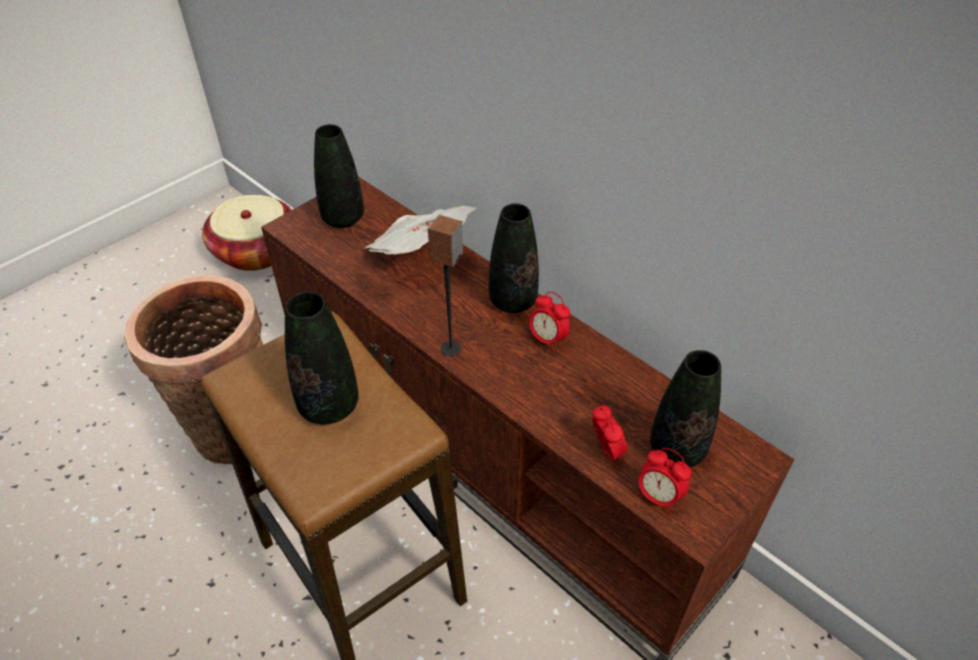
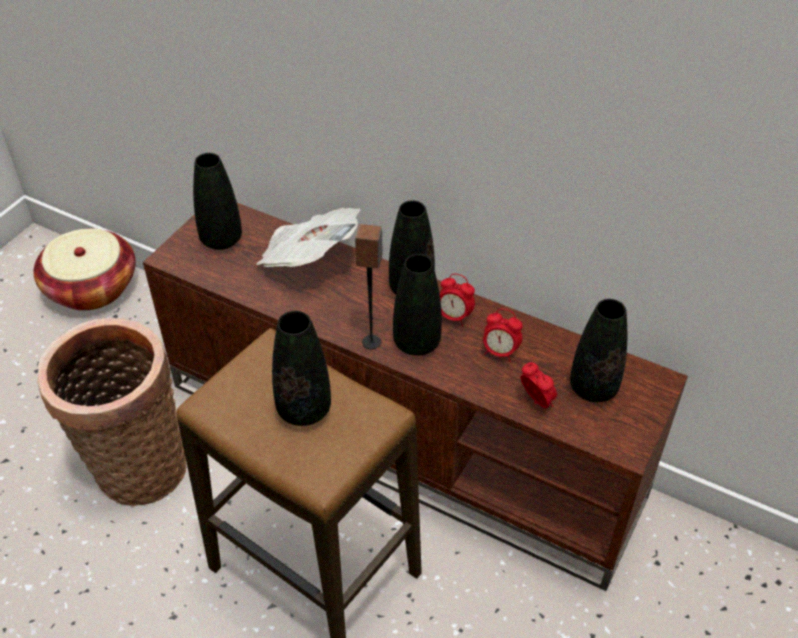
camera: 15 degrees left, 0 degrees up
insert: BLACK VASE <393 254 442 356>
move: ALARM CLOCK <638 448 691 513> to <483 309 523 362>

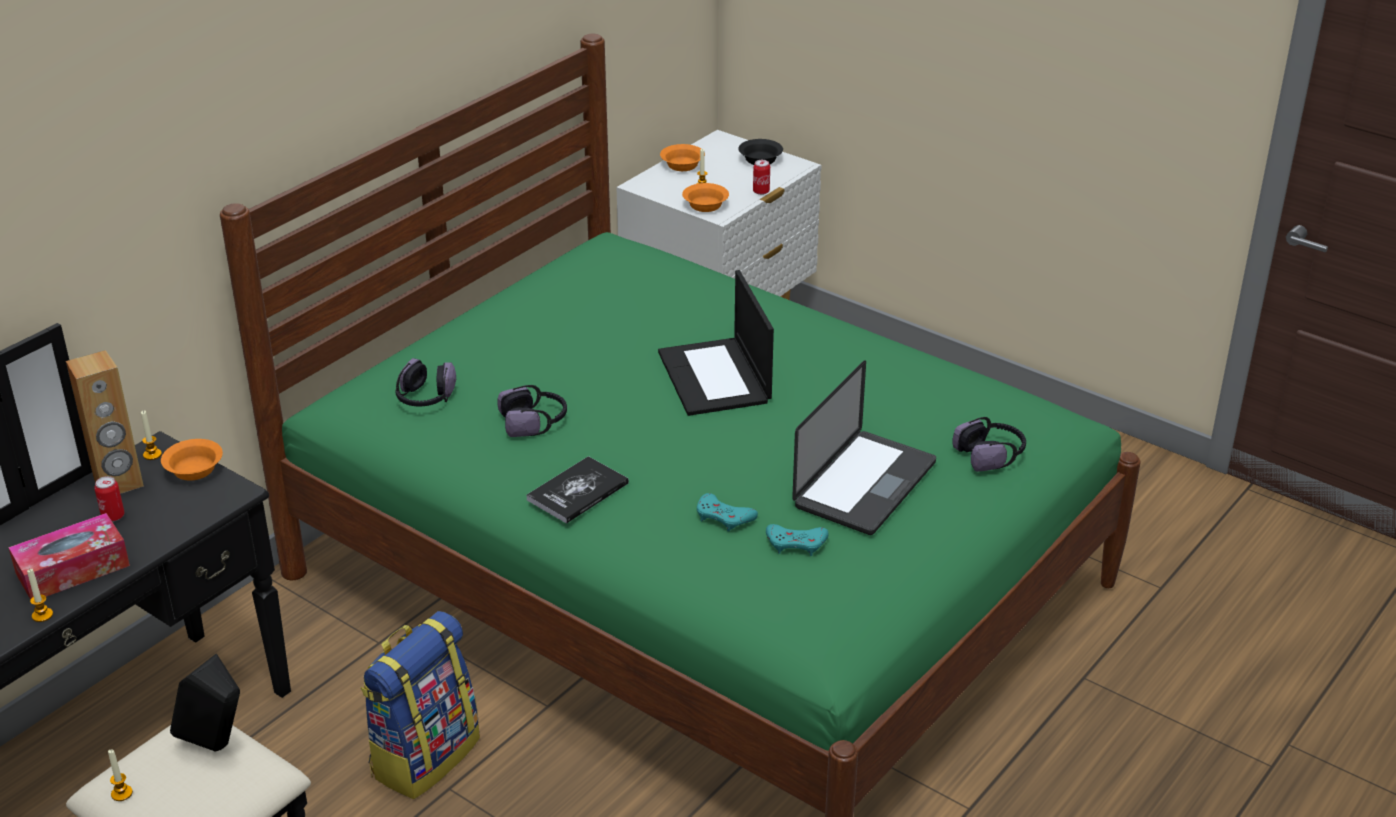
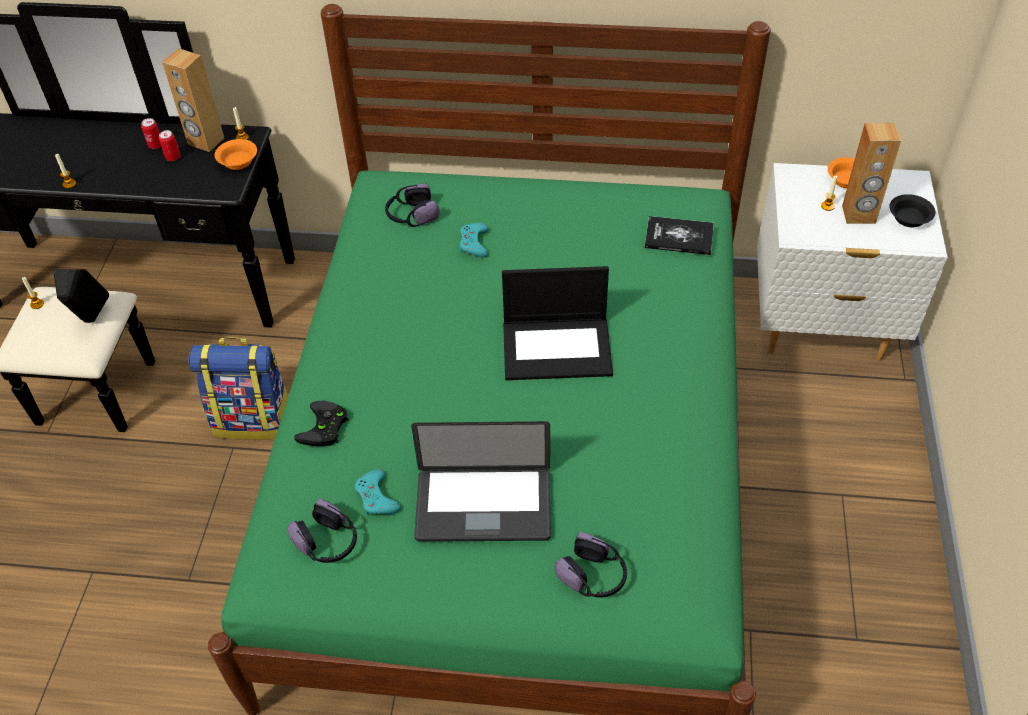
camera: 60 degrees right, 15 degrees up
delete: TISSUE BOX <8 513 130 600>; ORANGE BOWL <682 183 729 212>
insert: BLACK GAME CONTROLLER <294 401 349 446>; BROWN SPEAKER <842 123 901 224>
move: HEADPHONES <497 385 567 437> to <288 498 357 563>; BOOK <526 456 629 524> to <645 216 714 255>; TURQUOISE GAME CONTROLLER <697 493 758 532> to <460 223 489 258>; CAN <753 160 770 195> to <141 118 161 149>
rotate: LAPTOP <658 270 774 416> = <502 266 613 380> 135 degrees counterclockwise

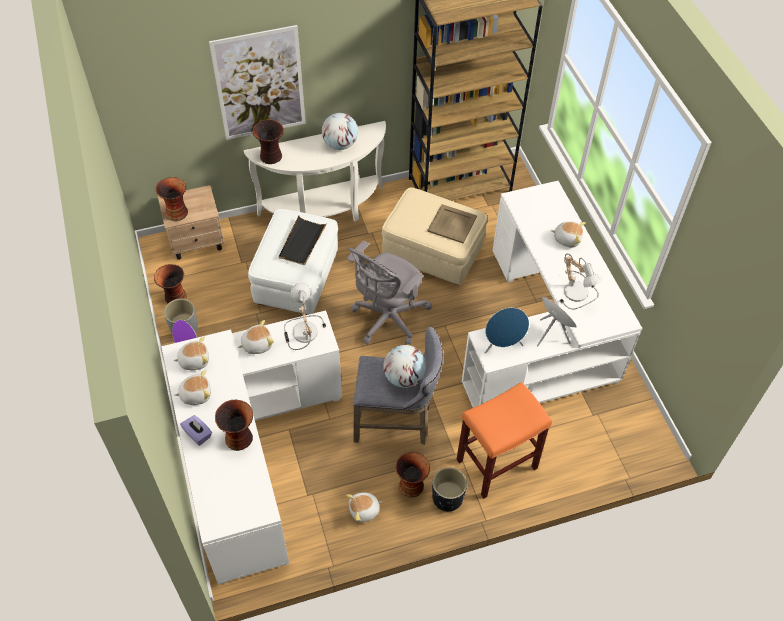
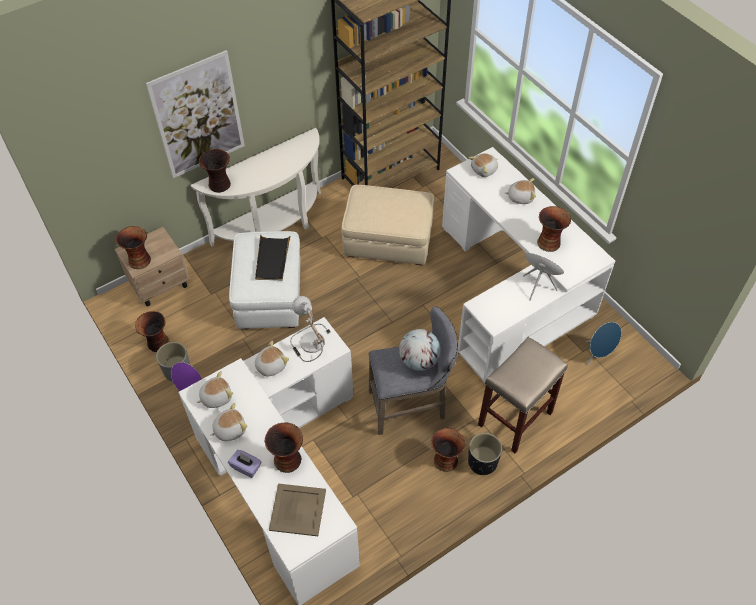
camera: 15 degrees left, 0 degrees up
delete: GLOBE <322 113 358 150>; GREY OFFICE CHAIR <347 241 432 345>
move: PLUSH TOY <346 492 383 523> to <469 153 498 177>; BEIGE TRAY <427 204 477 243> to <269 484 326 536>; BLUE SPEAKER <485 308 529 354> to <586 322 621 366>
replace: TABLE LAMP <559 253 603 309> to VASE <537 206 571 252>
recolor: ORANGE STOOL <456 382 552 498> to BEIGE STOOL <478 337 568 453>

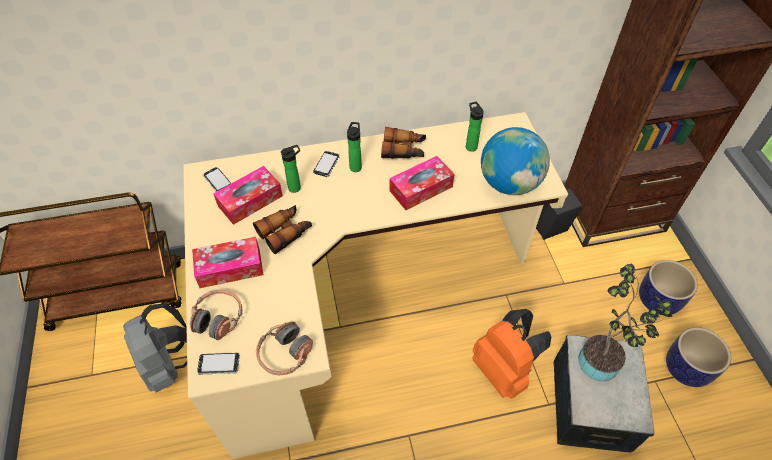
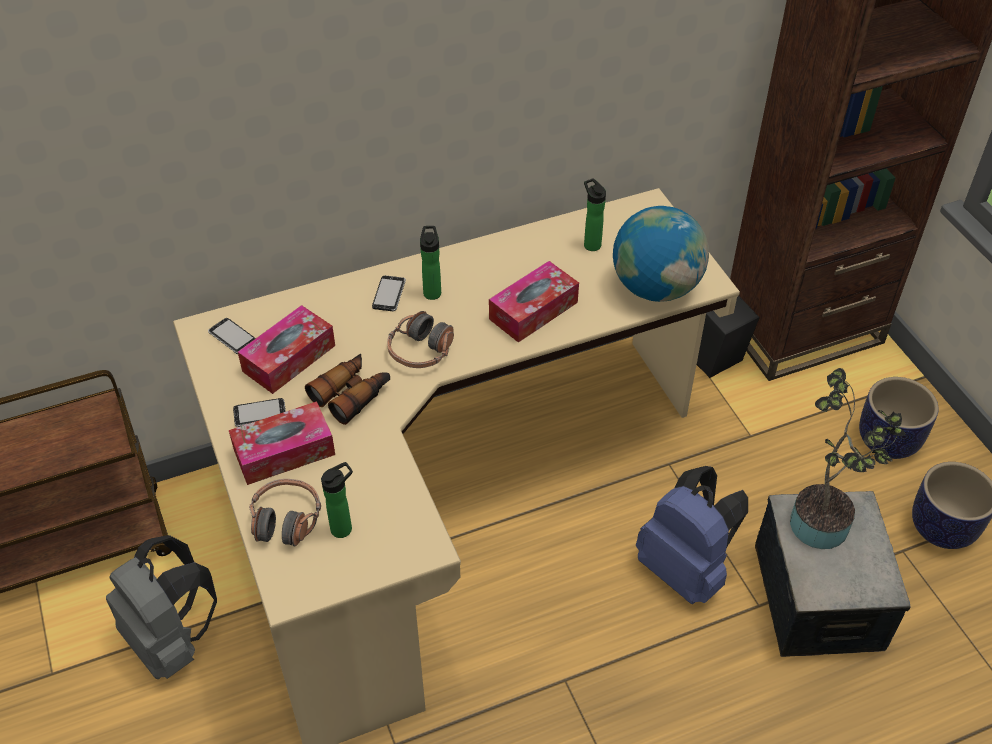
camera: 10 degrees left, 5 degrees down
delete: BINOCULARS <381 127 426 159>
move: PHONE <197 353 240 375> to <233 398 286 427>; HEADPHONES <256 321 313 375> to <387 311 454 368>; BOTTLE <281 145 301 193> to <321 462 353 538>
recolor: ORANGE BACKPACK <473 309 551 399> to BLUE BACKPACK <636 466 748 604>

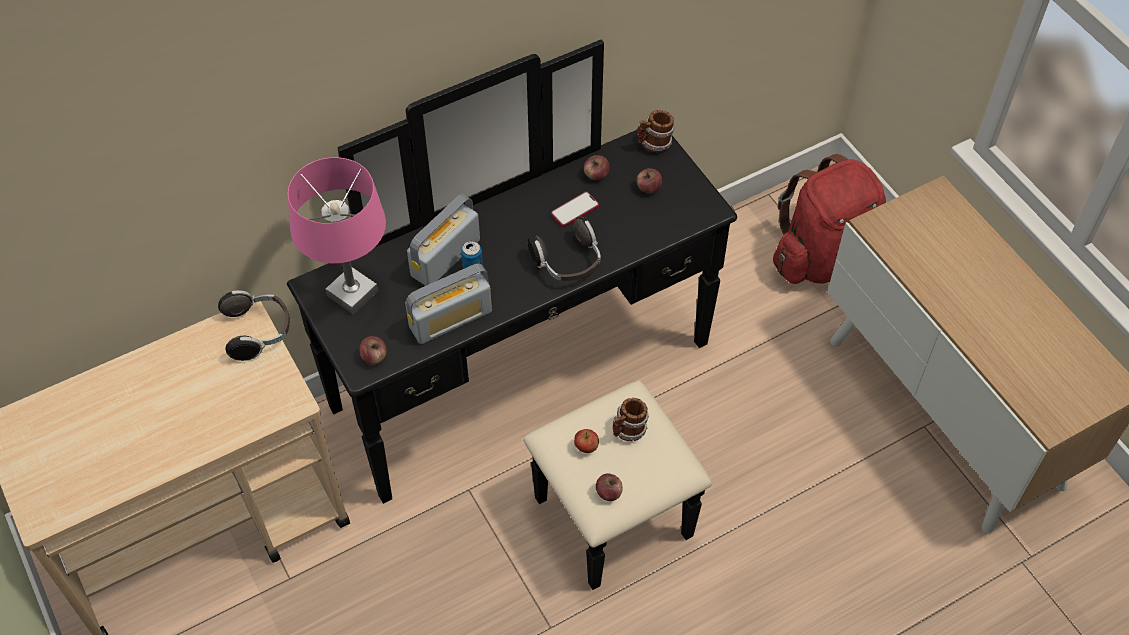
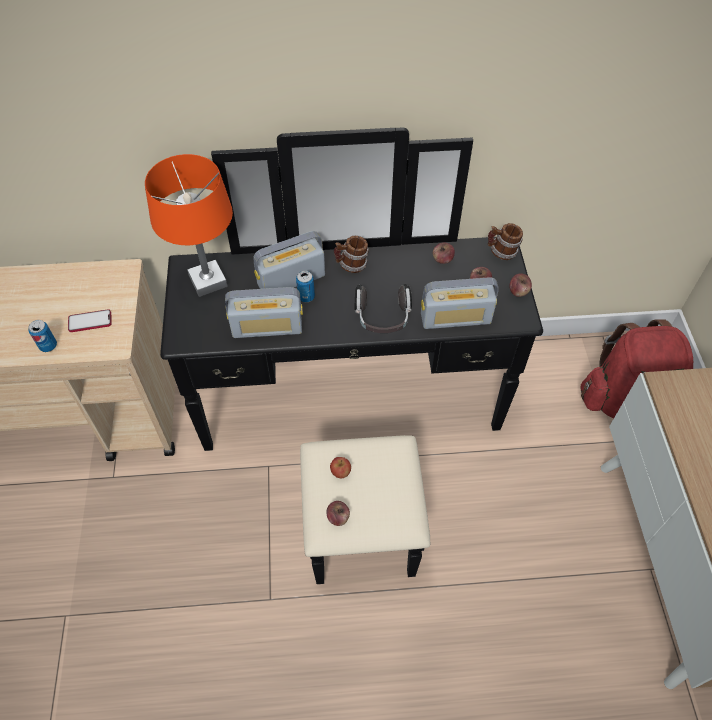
camera: 25 degrees right, 0 degrees up
delete: HEADPHONES <218 290 290 361>
insert: CAN <28 320 57 352>; RADIO <421 278 499 329>
move: APPLE <359 336 387 365> to <509 273 532 297>; PHONE <551 191 599 227> to <68 309 112 332>; MUG <612 398 649 441> to <334 236 369 273>
recolor: PINK TABLE LAMP <288 157 386 315> to ORANGE TABLE LAMP <145 154 233 297>

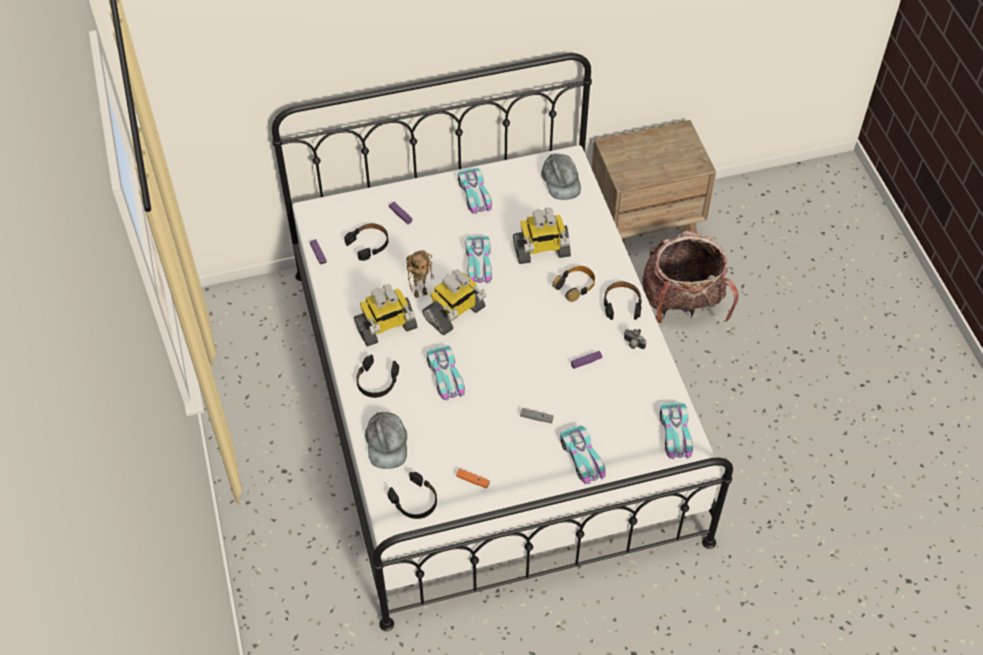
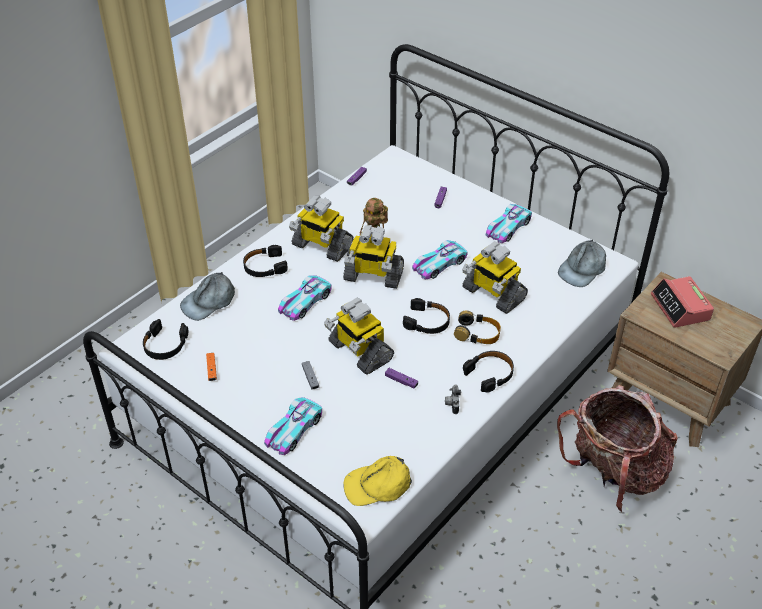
camera: 55 degrees right, 10 degrees down
insert: TOY ROBOT <324 298 394 375>; ALARM CLOCK <651 276 714 328>
move: BLACK HEADPHONES <344 224 388 261> to <403 298 450 334>
replace: TOY CAR <660 402 693 459> to YELLOW CAP <343 456 412 506>

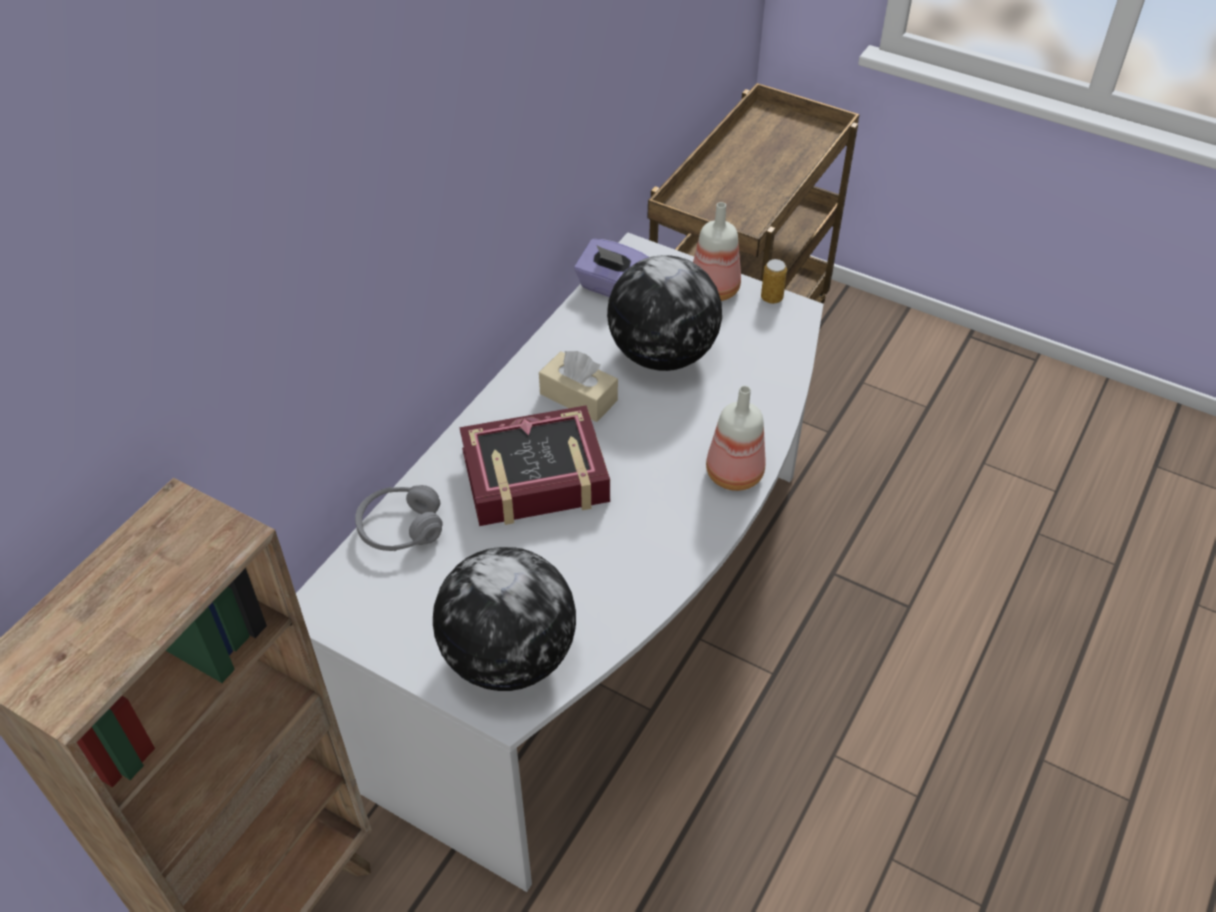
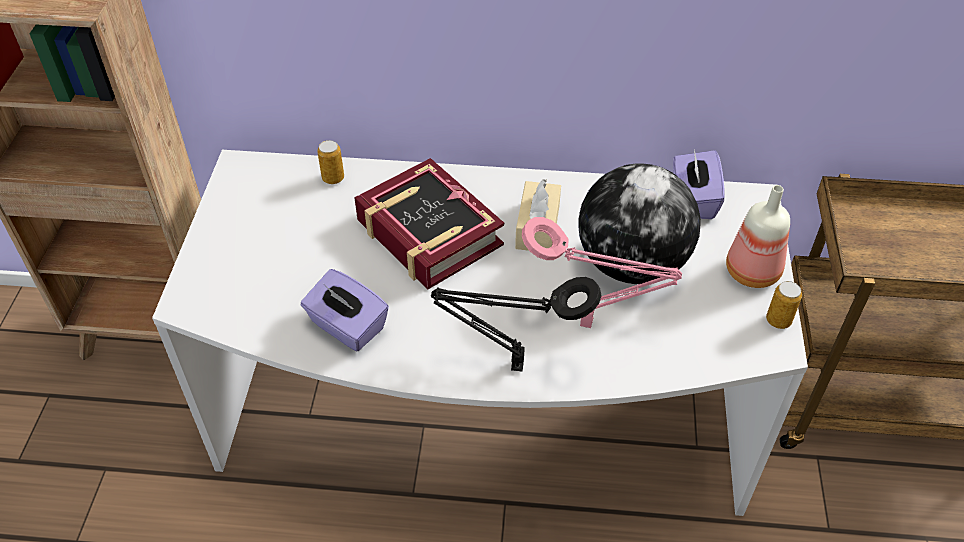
camera: 65 degrees right, 0 degrees up
delete: GLOBE <433 547 576 691>
insert: PURPLE TISSUE BOX <301 269 389 352>; PINK TABLE LAMP <522 217 682 328>
replace: GREY HEADPHONES <355 485 443 551> to CAN <317 140 344 184>; BOTTLE <706 386 766 491> to BLACK TABLE LAMP <431 277 602 371>

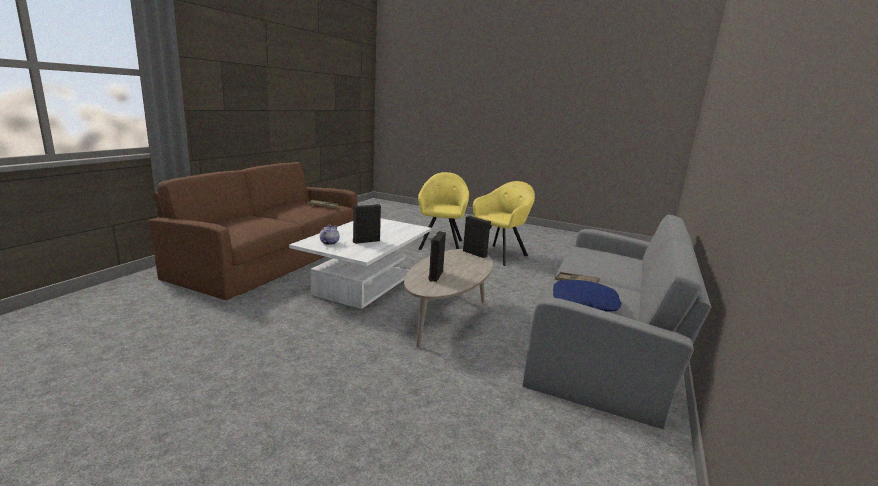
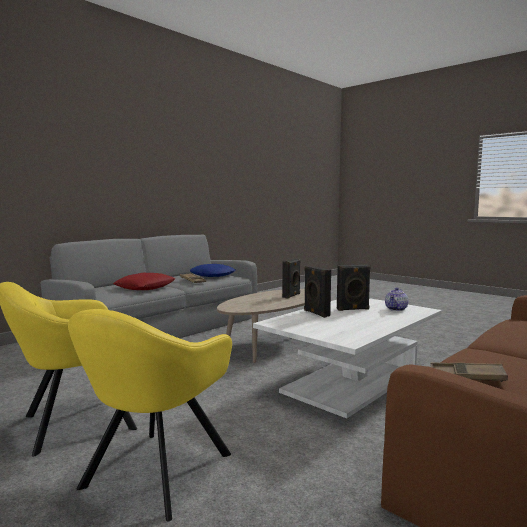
camera: 160 degrees left, 10 degrees down
insert: RED PILLOW <113 273 175 290>
move: BLACK SPEAKER <463 215 491 258> to <304 266 331 318>

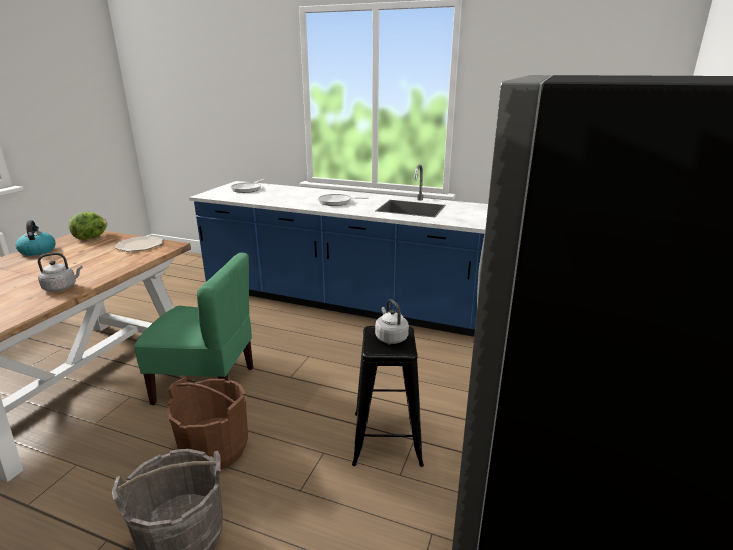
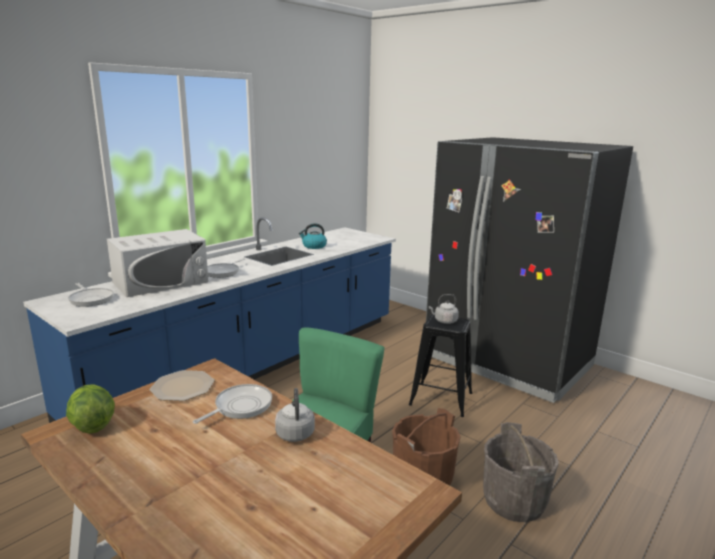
camera: 70 degrees left, 5 degrees down
insert: WHITE MICROWAVE <107 229 209 297>; FRYING PAN <193 384 272 424>
move: KETTLE <16 220 56 256> to <298 223 327 249>

